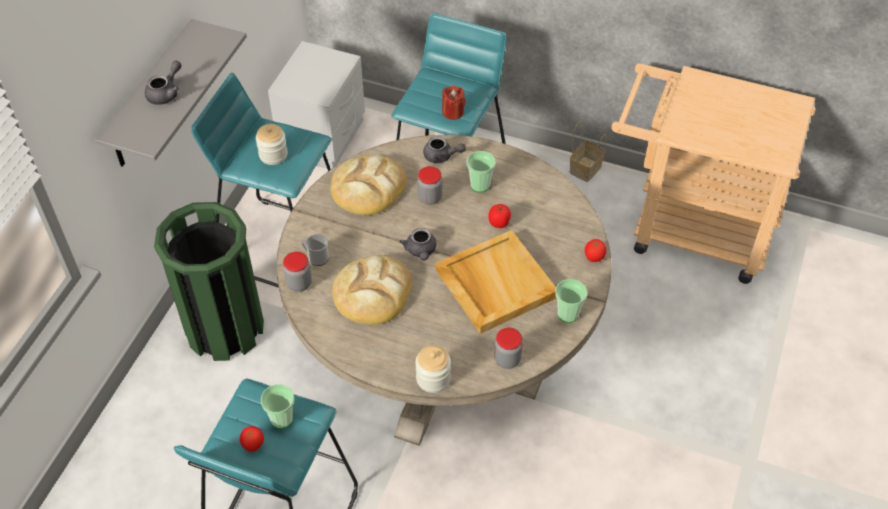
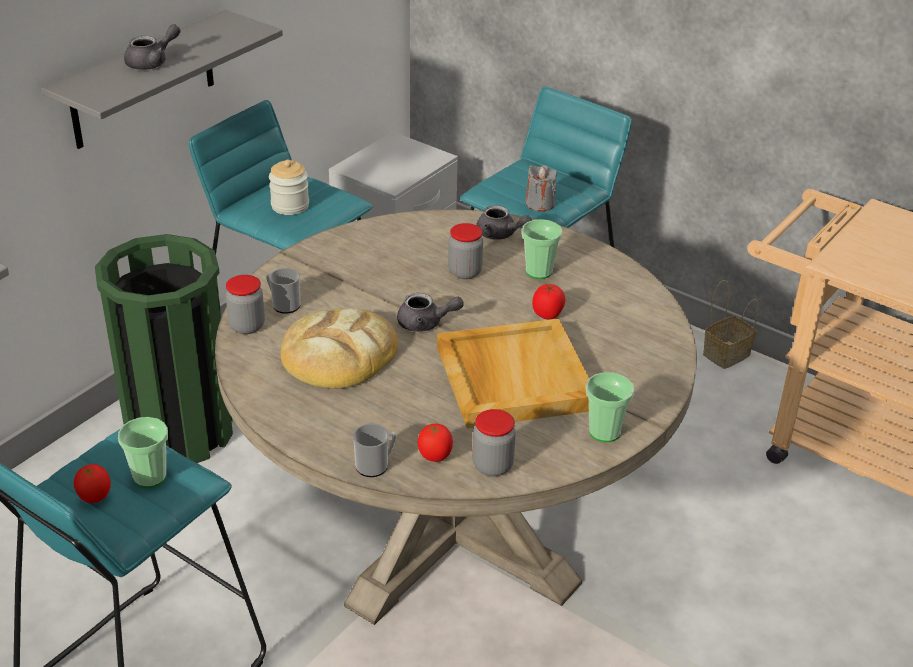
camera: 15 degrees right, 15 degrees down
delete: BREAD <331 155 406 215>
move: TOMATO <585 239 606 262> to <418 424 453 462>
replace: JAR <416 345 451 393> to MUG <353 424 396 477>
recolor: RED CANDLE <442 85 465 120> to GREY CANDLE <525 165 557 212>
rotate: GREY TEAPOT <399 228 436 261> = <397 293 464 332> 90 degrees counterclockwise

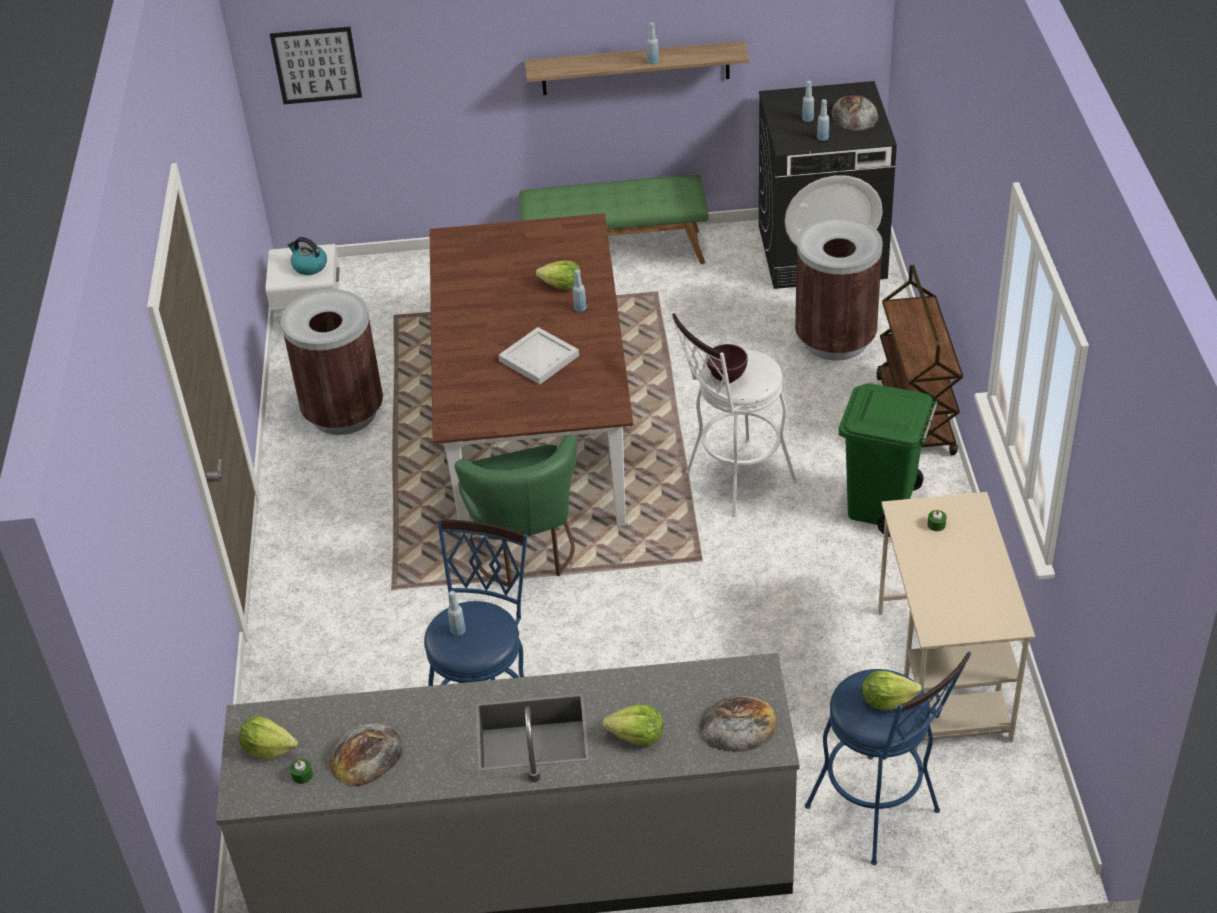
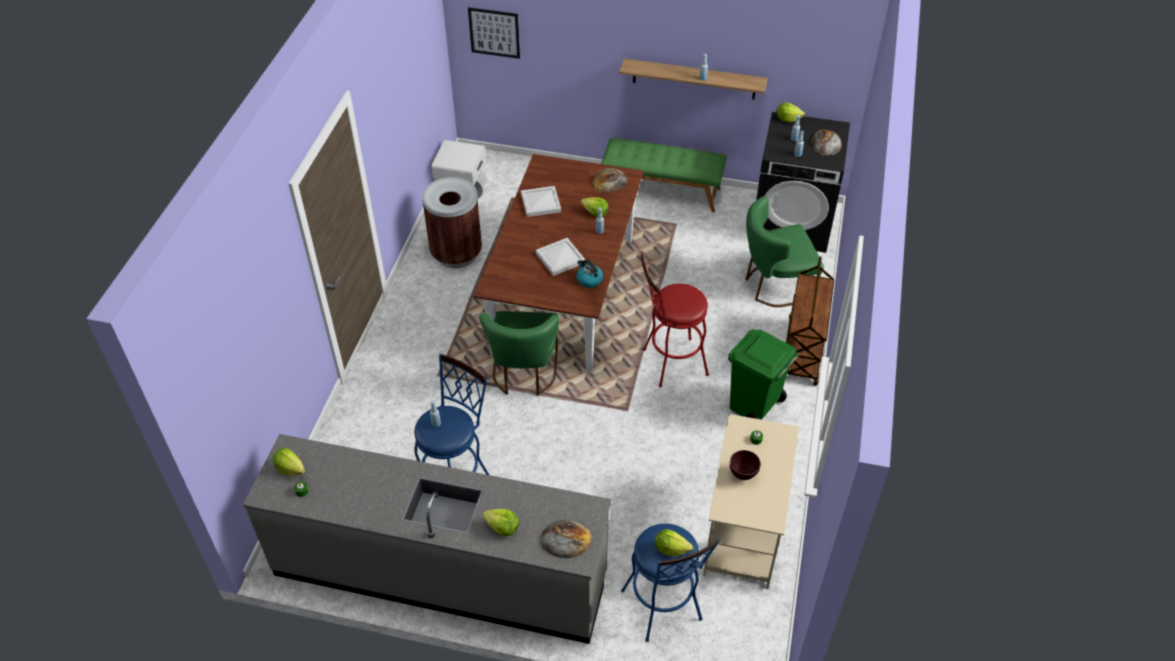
camera: 15 degrees right, 5 degrees up
insert: WHITE TRAY <521 186 561 217>; LETTUCE <776 103 805 122>
move: KETTLE <287 237 327 275> to <576 259 603 288>; BREAD <329 723 403 787> to <592 168 627 193>; BROWN BOWL <707 344 748 384> to <730 450 761 480>
replace: BROWN TRASH CAN <795 217 883 361> to GREEN CHAIR <745 196 824 307>
recolor: WHITE STOOL <671 311 797 516> to RED STOOL <641 253 709 387>

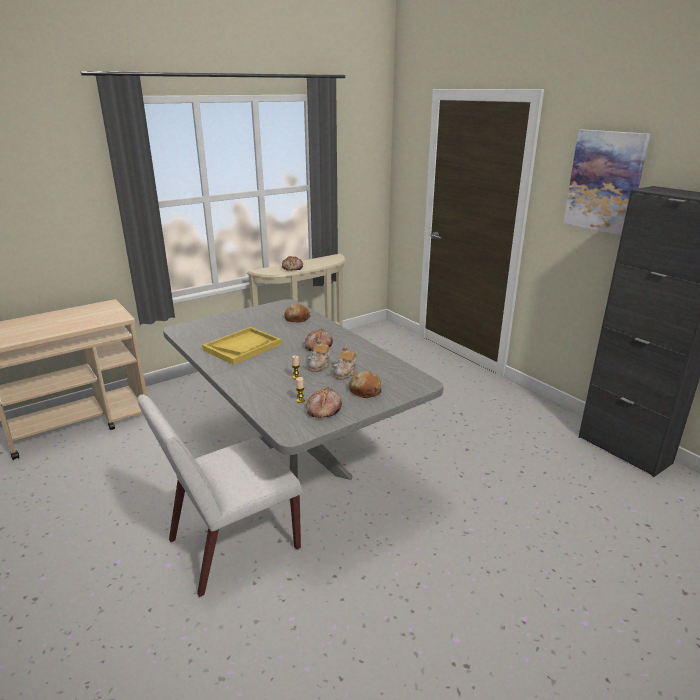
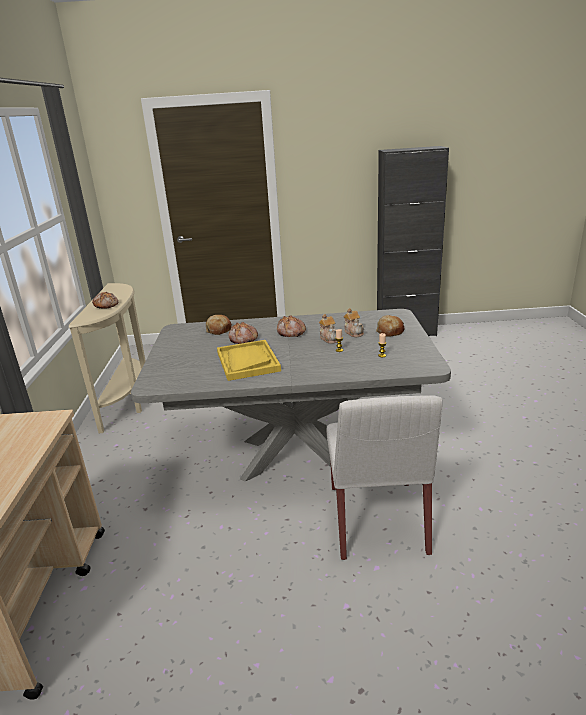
camera: 55 degrees left, 0 degrees up
delete: PICTURE <563 129 650 235>
move: BREAD <307 387 342 418> to <228 322 258 344>

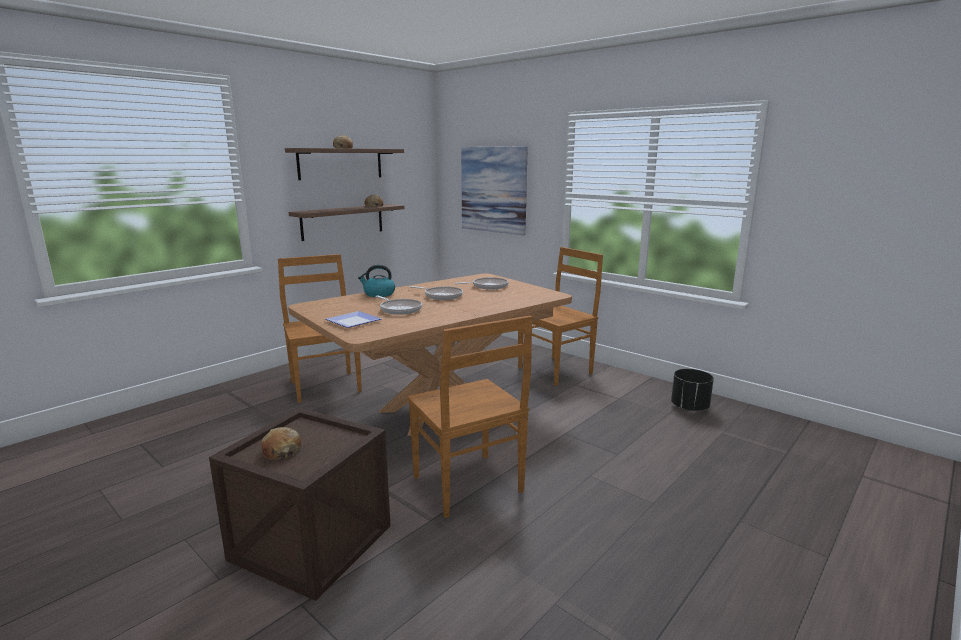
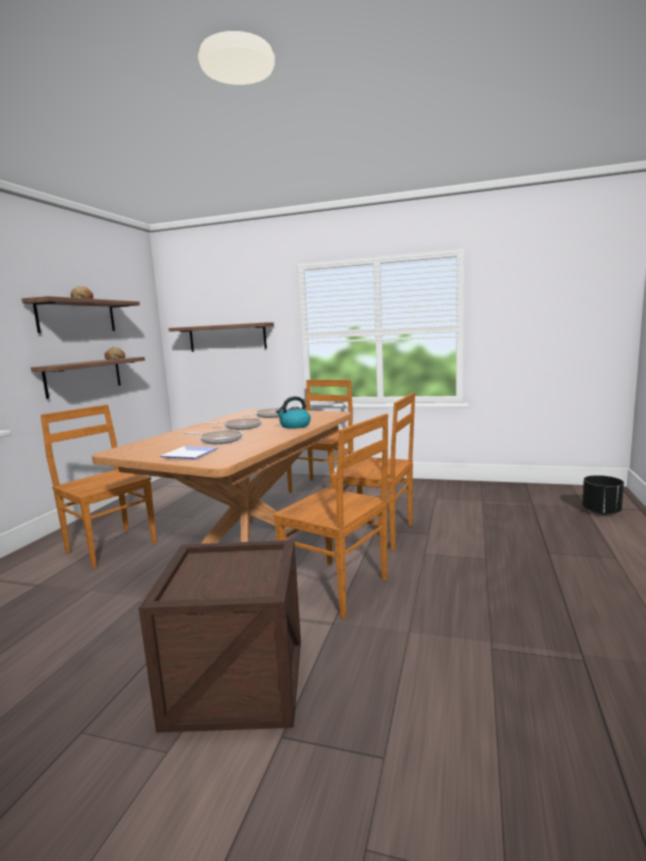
camera: 25 degrees left, 5 degrees down
delete: BREAD <261 427 302 460>
insert: BROWN CHAIR <331 392 415 551>
move: KETTLE <358 265 395 297> to <276 396 311 429>; BLACK PLANTER <671 369 714 411> to <582 475 624 515>
replace: PICTURE <461 146 528 235> to SHELF <169 323 274 352>

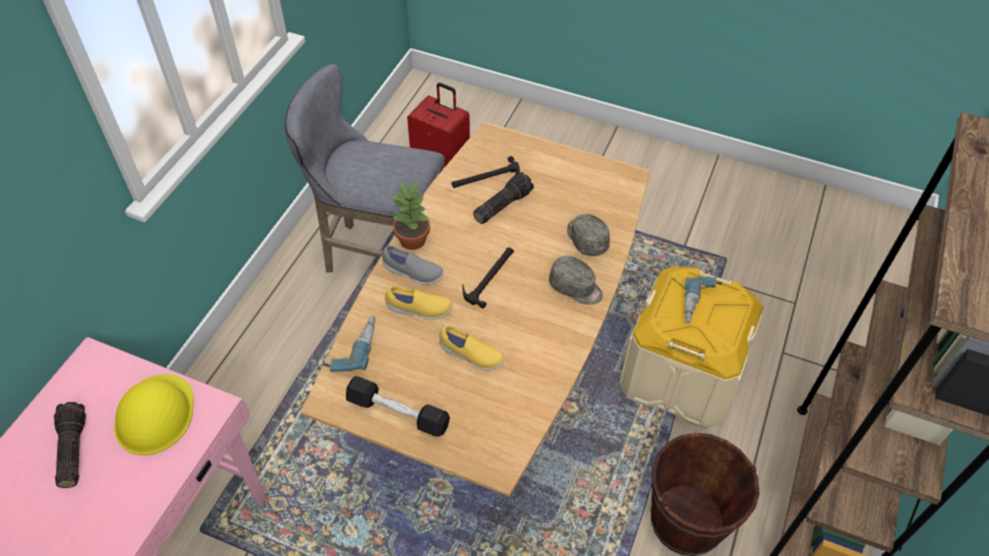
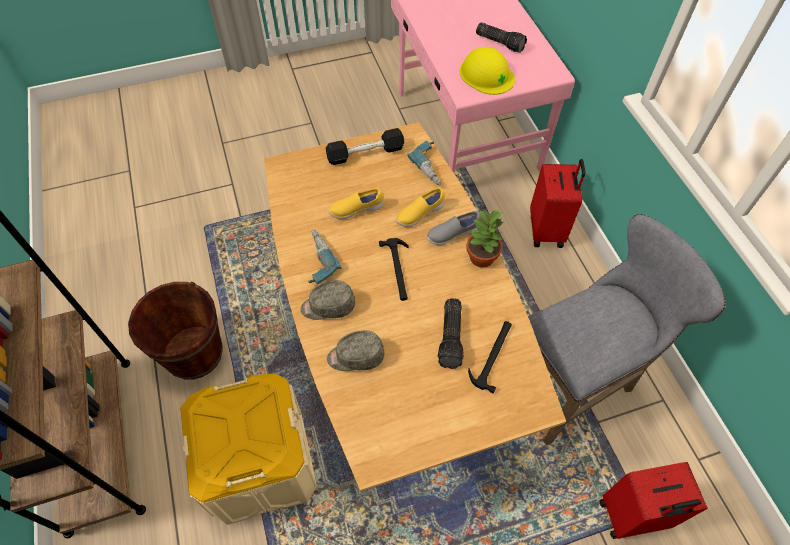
camera: 140 degrees right, 5 degrees up
insert: RED SUITCASE <530 159 585 248>
move: POWER DRILL <684 277 722 324> to <308 230 341 285>
rotate: GREY CAP <567 214 610 256> = <327 330 384 371> 150 degrees clockwise

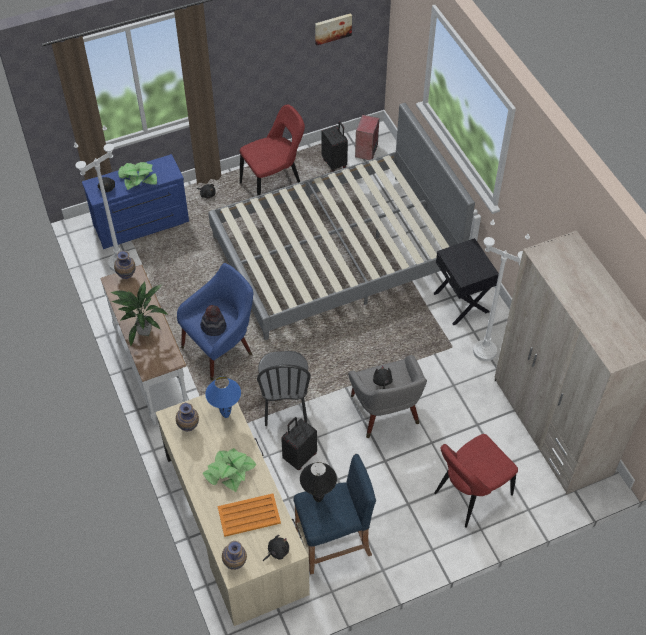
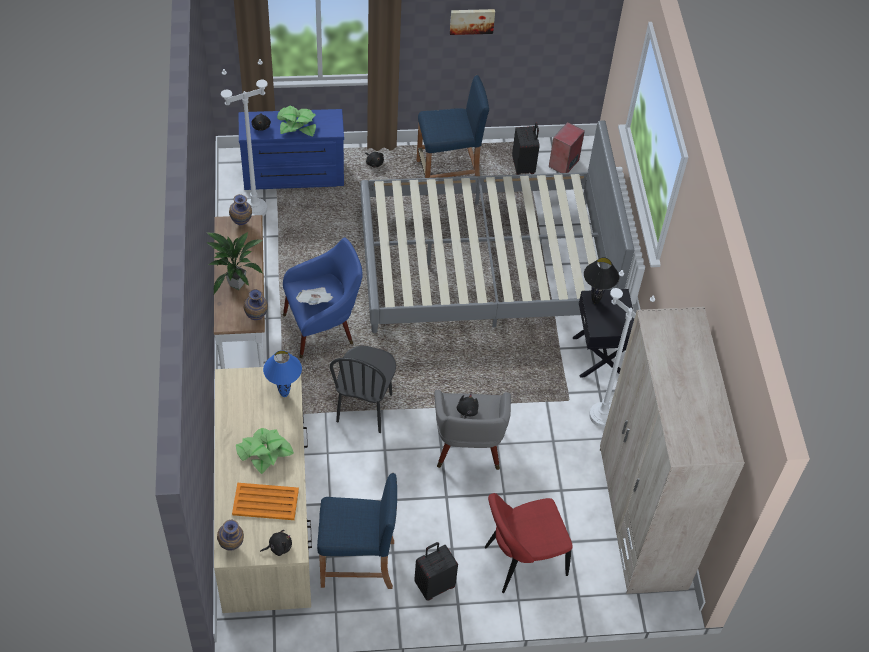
camera: 15 degrees right, 0 degrees up
move: VASE <176 403 199 432> to <244 289 268 320>; BLACK SUITCASE <281 417 317 470> to <414 542 458 601>; BLACK TABLE LAMP <300 462 337 502> to <584 257 619 304>; PICTURE <315 13 352 45> to <450 9 495 35>
replace: HAT <200 305 226 336> to NEWSPAPER <296 287 333 305>; RED CHAIR <240 104 305 196> to BLUE STOOL <417 75 489 178>

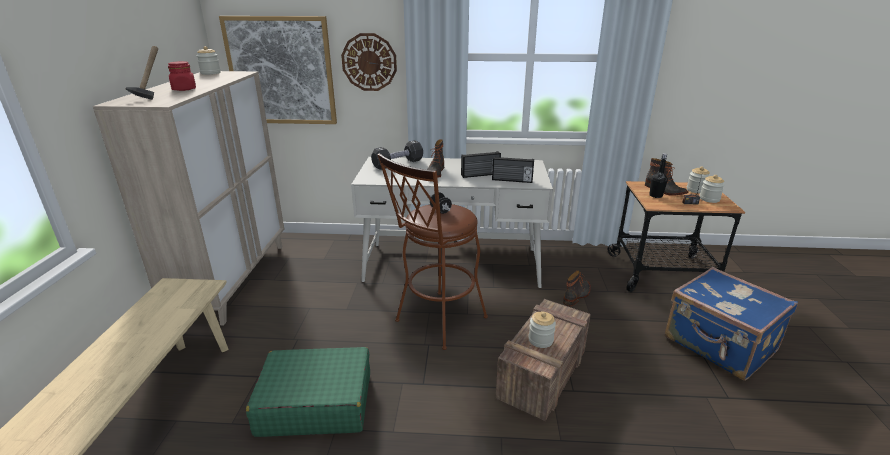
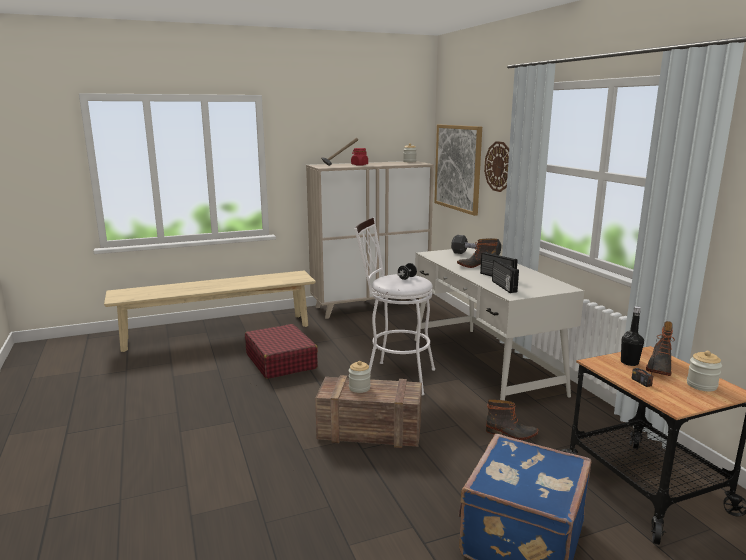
camera: 65 degrees right, 10 degrees down
delete: JAR <699 175 725 203>
recolor: GREEN SUITCASE <246 347 370 437> to RED SUITCASE <245 324 318 379>; BROWN STOOL <377 153 488 350> to WHITE STOOL <355 217 435 396>

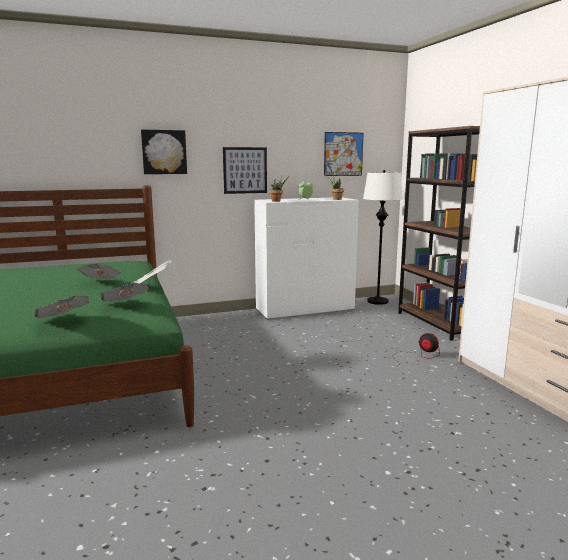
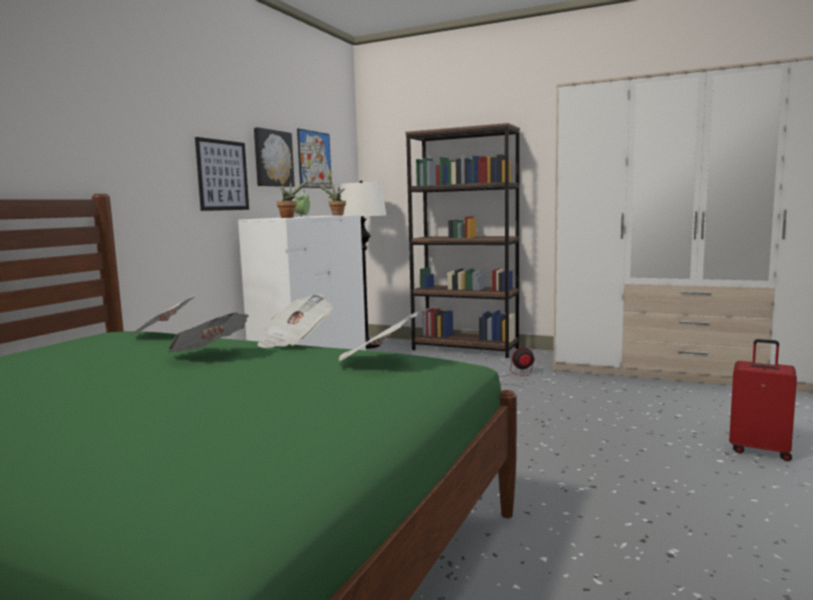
camera: 45 degrees left, 5 degrees down
insert: RED SUITCASE <729 339 797 461>
move: NEWSPAPER <34 296 89 318> to <129 295 195 336>; PICTURE <141 130 187 174> to <254 127 295 187>

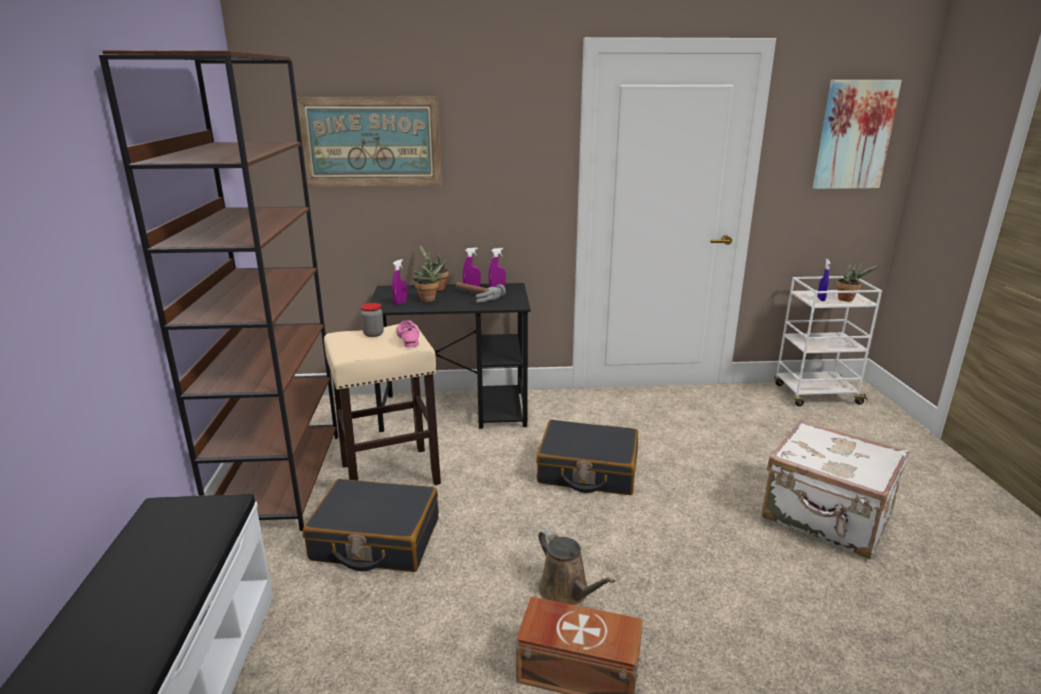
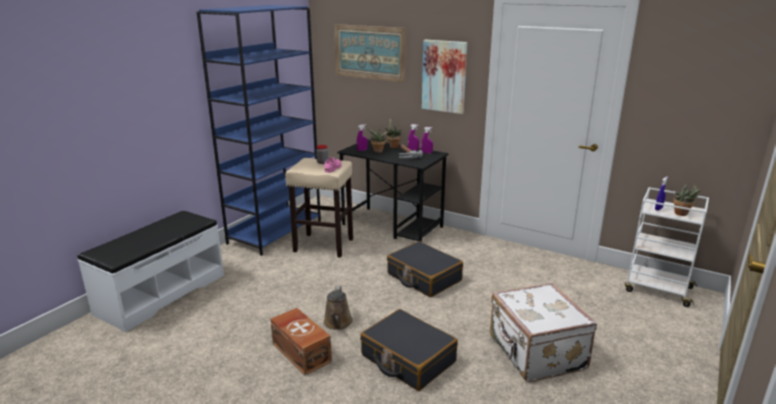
camera: 35 degrees right, 0 degrees up
move: BLACK SUITCASE <303 479 439 572> to <360 309 458 391>; PICTURE <813 80 902 189> to <422 40 467 114>
recolor: BROWN BOOKCASE <99 50 338 531> to BLUE BOOKCASE <196 5 321 256>

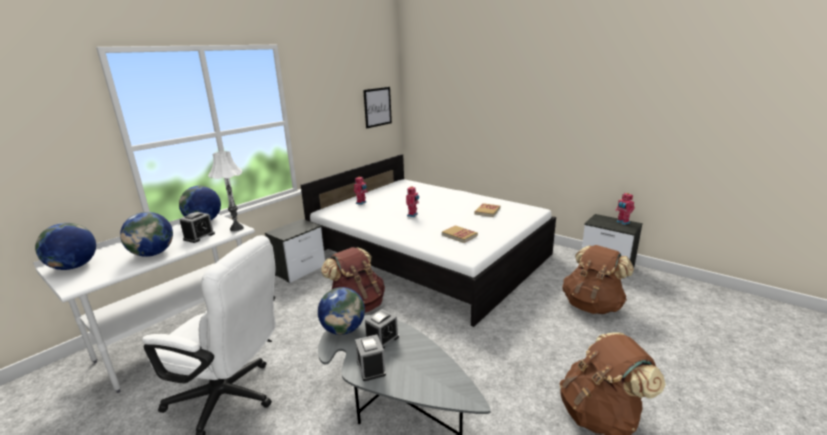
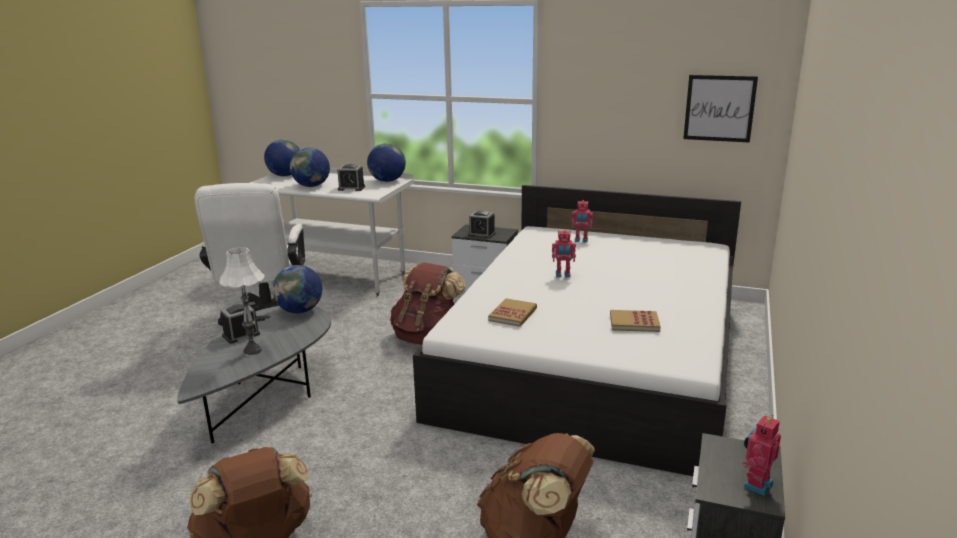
camera: 70 degrees right, 0 degrees up
move: WHITE TABLE LAMP <208 151 244 232> to <219 247 265 356>; ALARM CLOCK <365 309 399 349> to <468 211 496 238>

